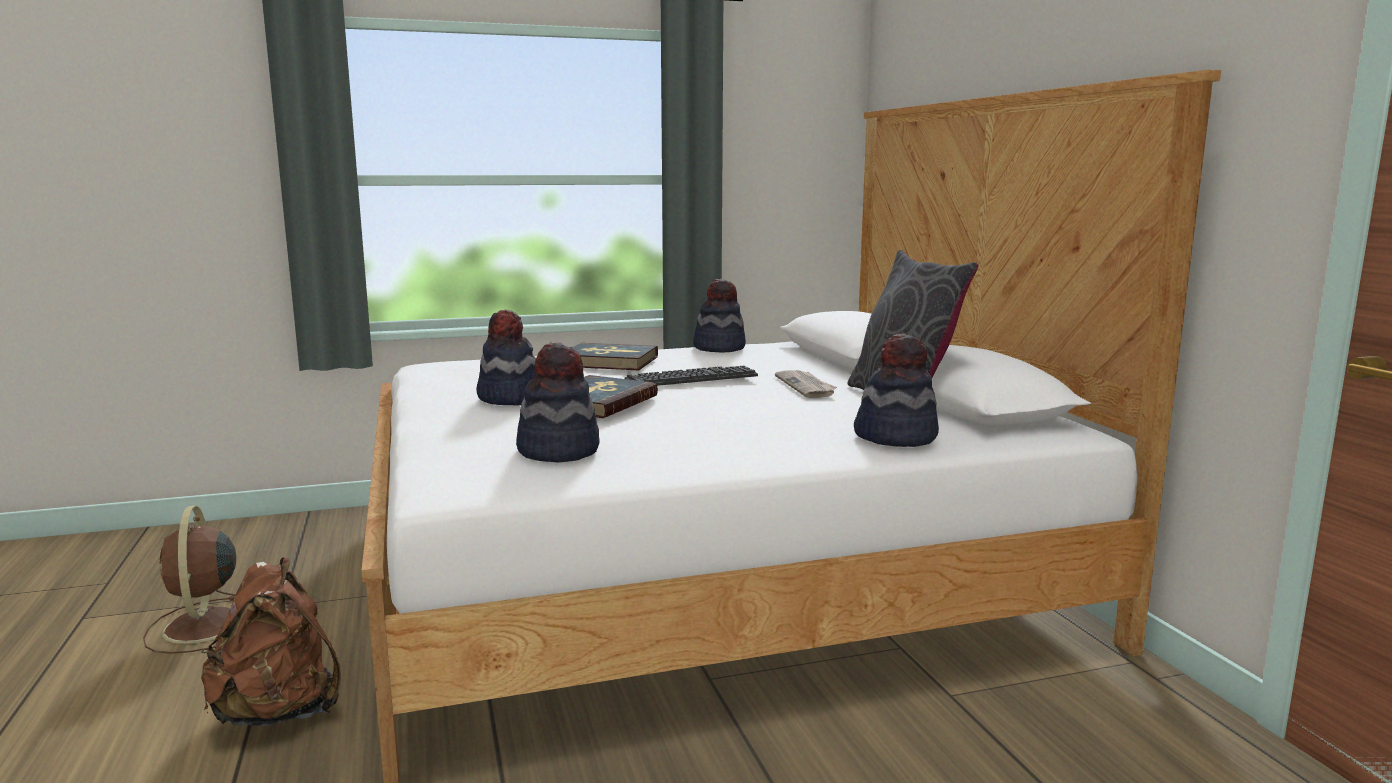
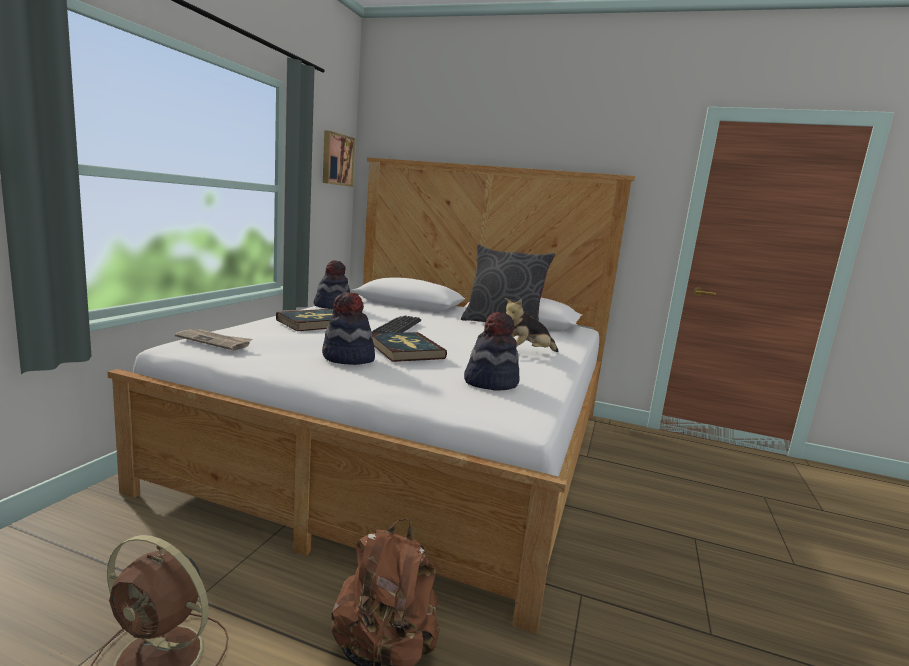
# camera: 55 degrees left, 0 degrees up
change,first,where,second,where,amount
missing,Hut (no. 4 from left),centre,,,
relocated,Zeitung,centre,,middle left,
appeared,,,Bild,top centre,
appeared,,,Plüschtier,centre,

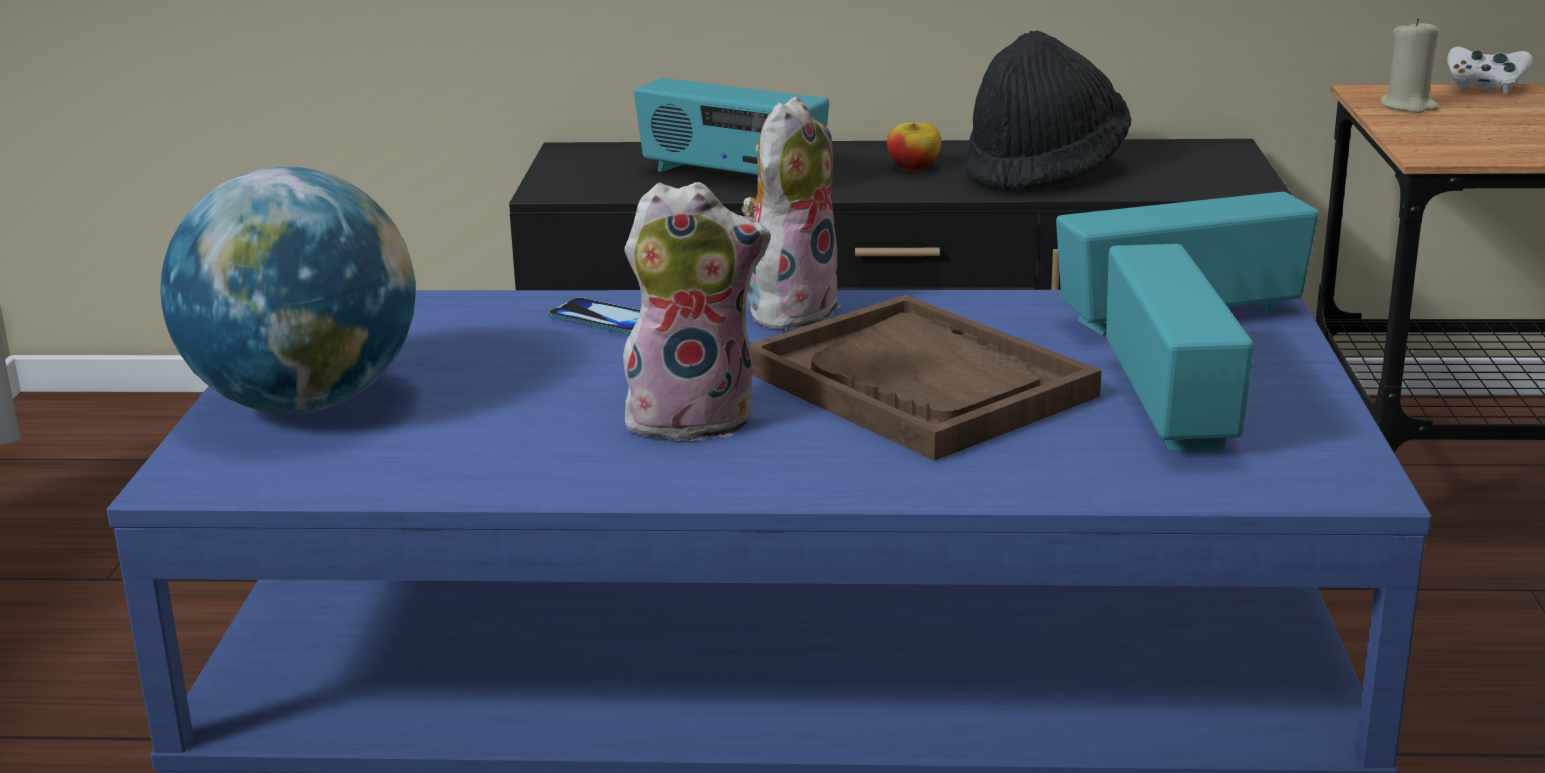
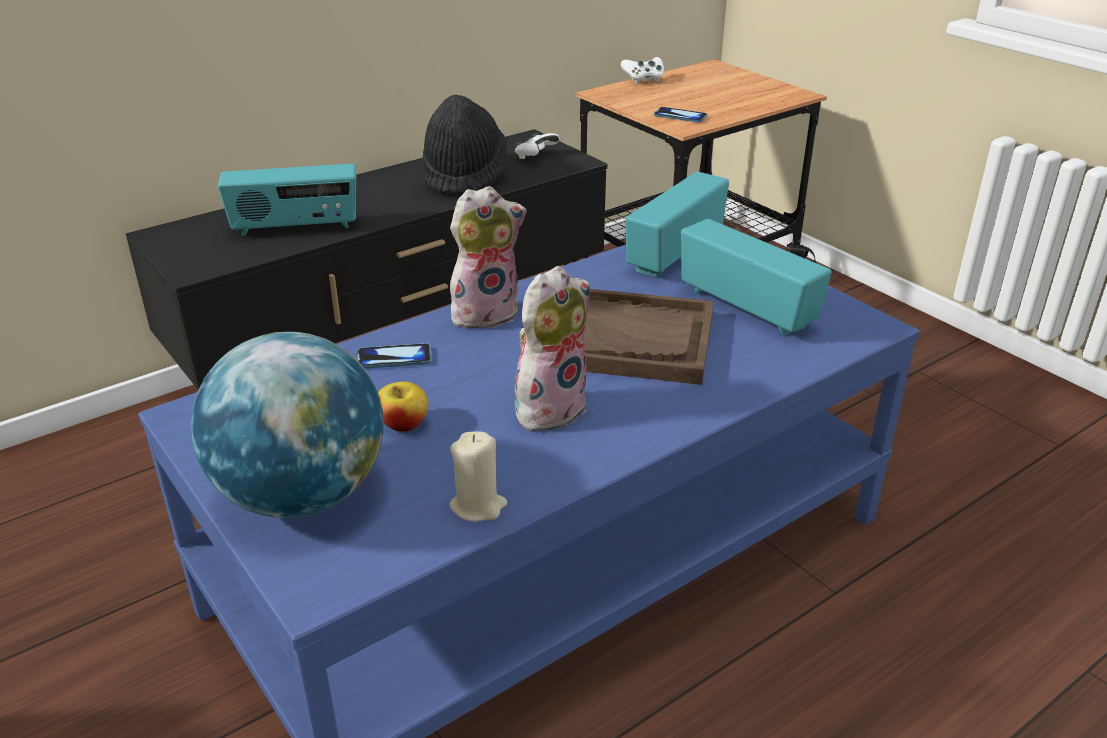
# camera: 40 degrees left, 10 degrees up
change,first,where,second,where,amount
relocated,Kerze (beige),top right,,centre,
spun,Plüschtier (no. 2 from left in the first image),top centre,Plüschtier (no. 1 from left),centre,75 degrees clockwise
relocated,Apfel,top centre,,centre,
appeared,,,Handy (no. 2 from left),top centre,
appeared,,,Gamepad (weiß) (no. 1 from left),top centre,

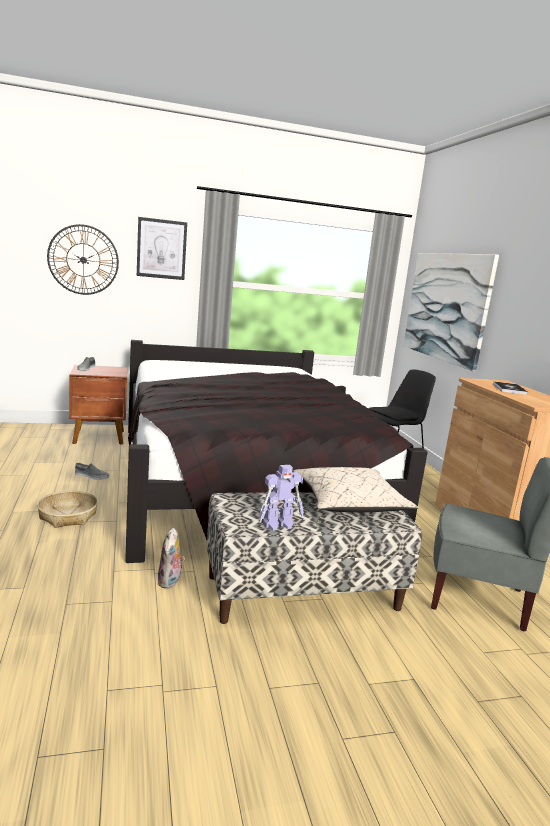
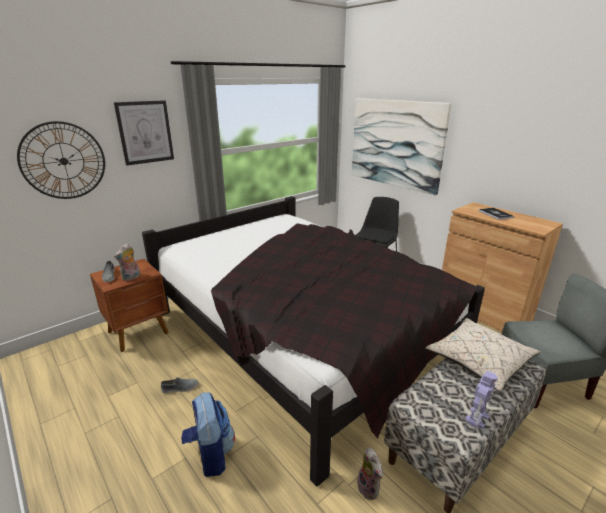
# camera: 25 degrees left, 10 degrees up
change,first,where,second,where,amount
exchanged,Korb,middle left,Rucksack,bottom centre,
appeared,,,Plüschtier (no. 1 from left),middle left,

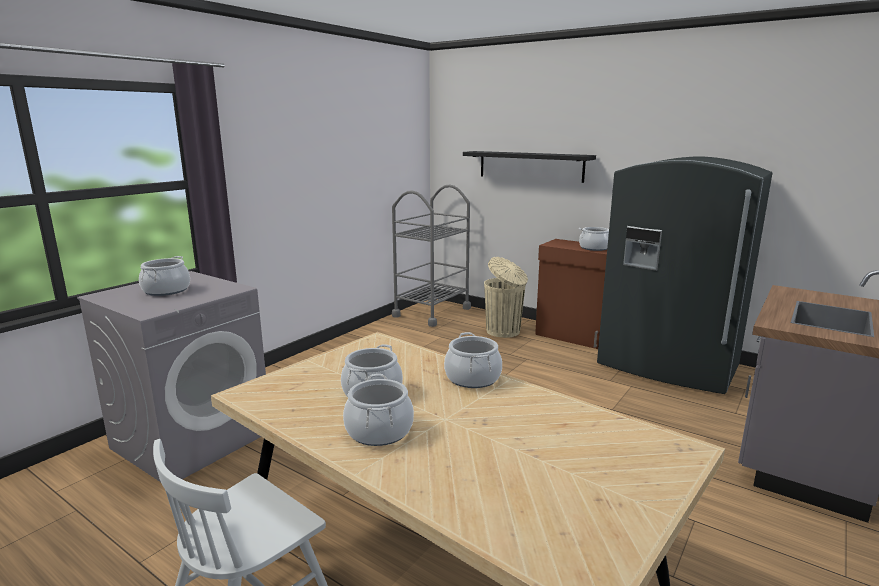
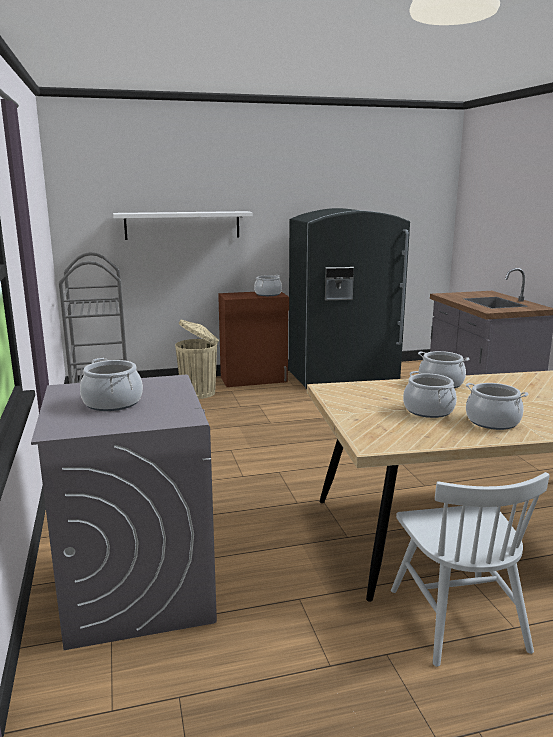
# camera: 50 degrees left, 0 degrees up
change,first,where,second,where,amount
colour,Wandregal (schwarz),top centre,Wandregal (weiß),top left,

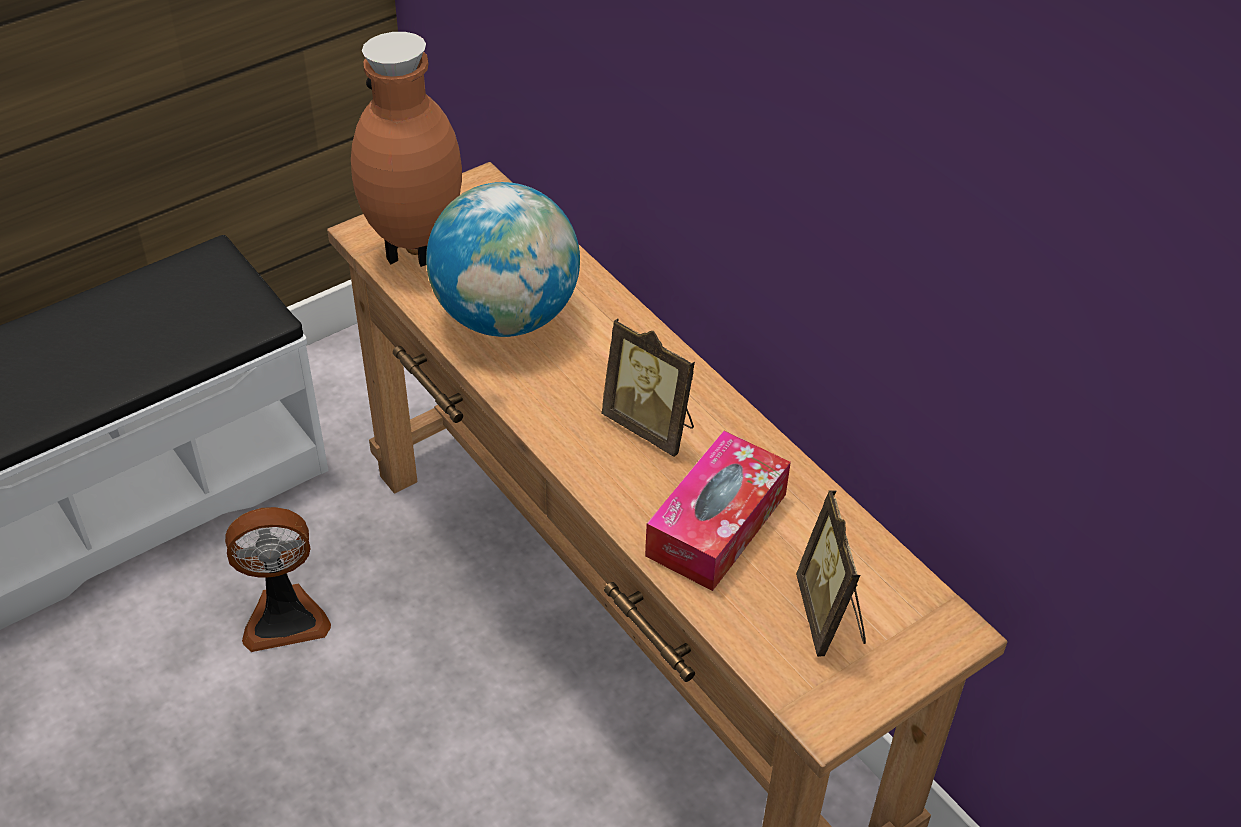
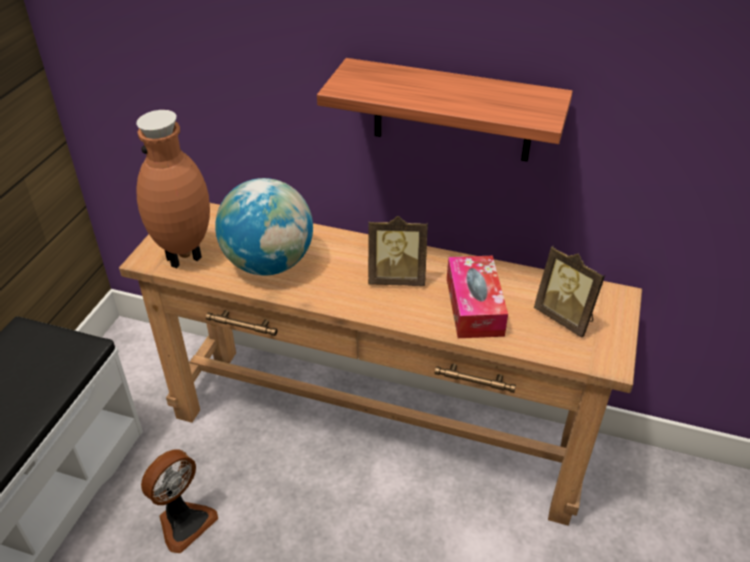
# camera: 35 degrees left, 5 degrees down
change,first,where,second,where,amount
appeared,,,Wandregal,top centre,

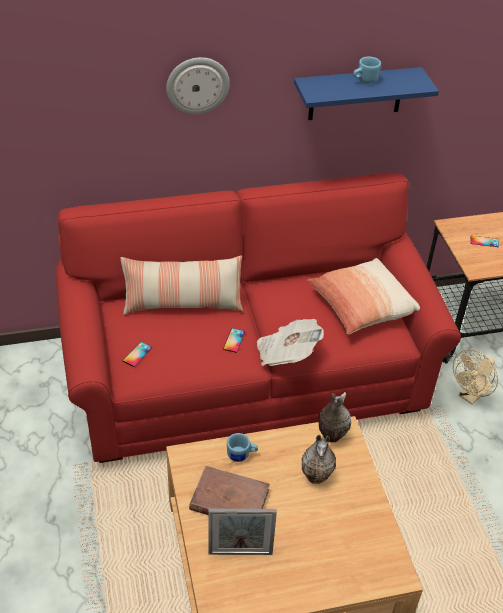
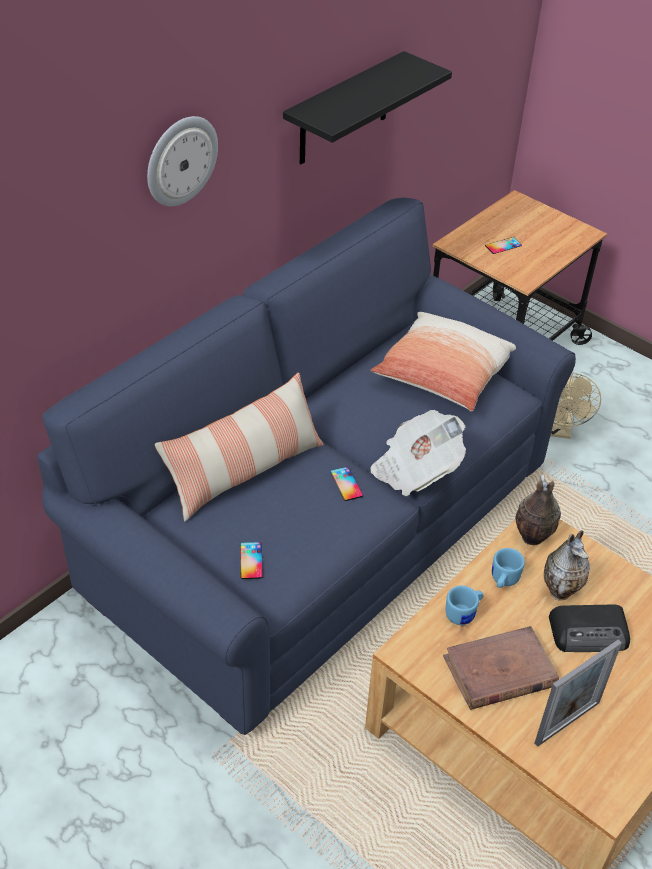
# camera: 35 degrees left, 0 degrees up
change,first,where,second,where,amount
relocated,Henkelbecher (blau) (no. 2 from left),top right,,middle right,
colour,Wandregal (blau),top right,Wandregal (schwarz),top centre,
colour,Sofa (rot),centre,Sofa (blau),centre,
appeared,,,Radio,bottom right,

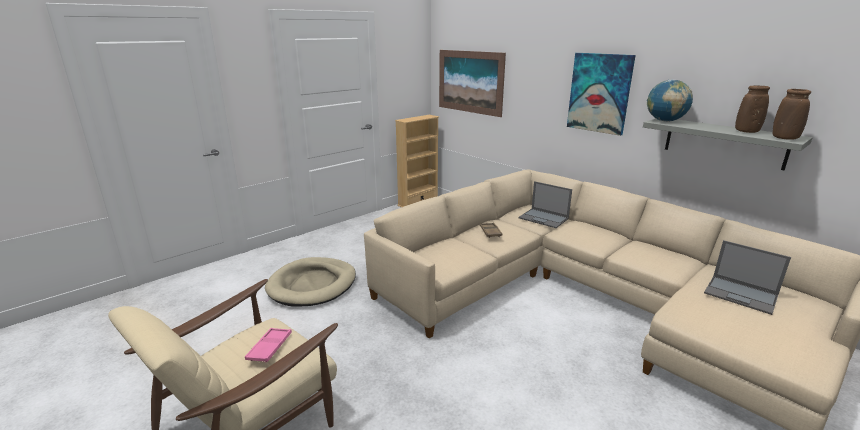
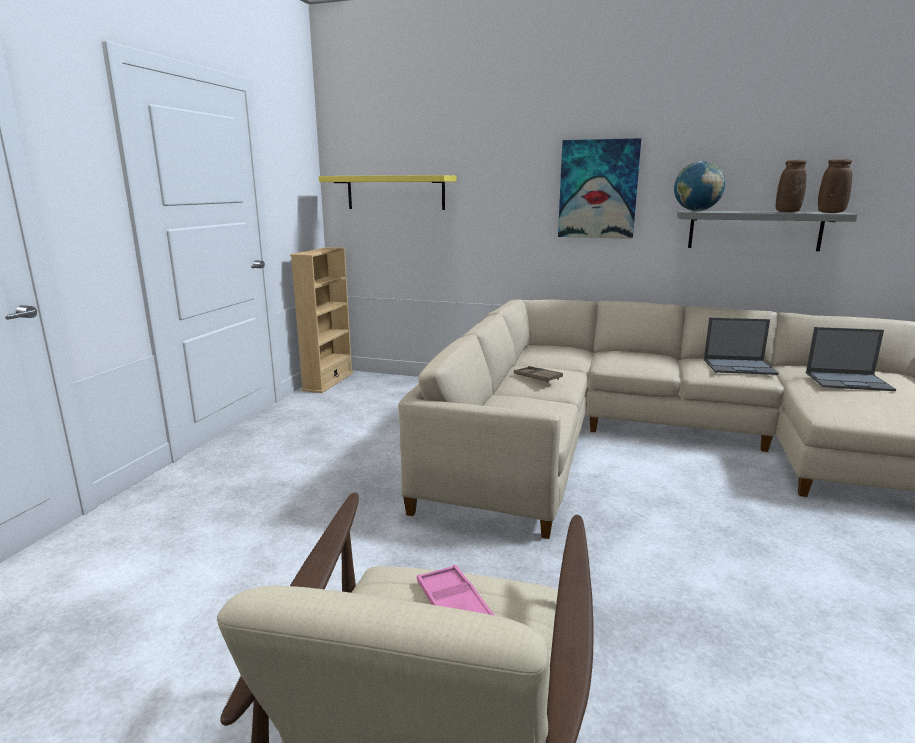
# camera: 30 degrees left, 5 degrees down
change,first,where,second,where,amount
exchanged,Bild (no. 1 from left),top centre,Wandregal (gelb),top centre,
relocated,Laptop (no. 1 from left),centre,,middle right,
missing,Hundebett (beige),centre,,,

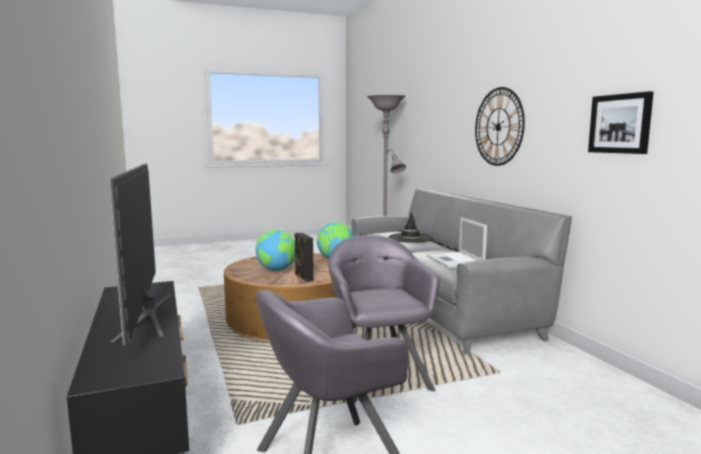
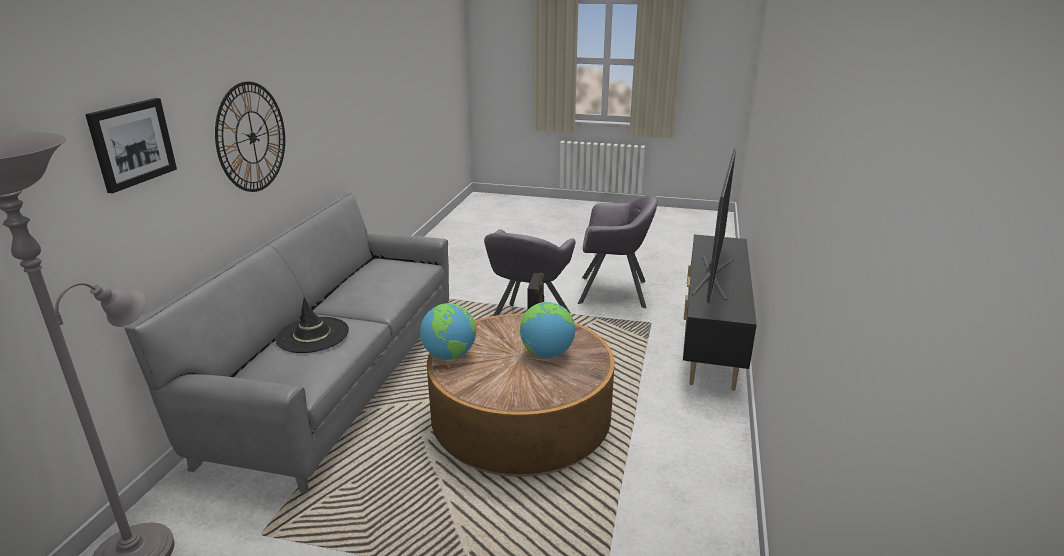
# camera: 145 degrees left, 15 degrees up
change,first,where,second,where,amount
relocated,Bild,top right,,top left,
missing,Laptop,centre,,,

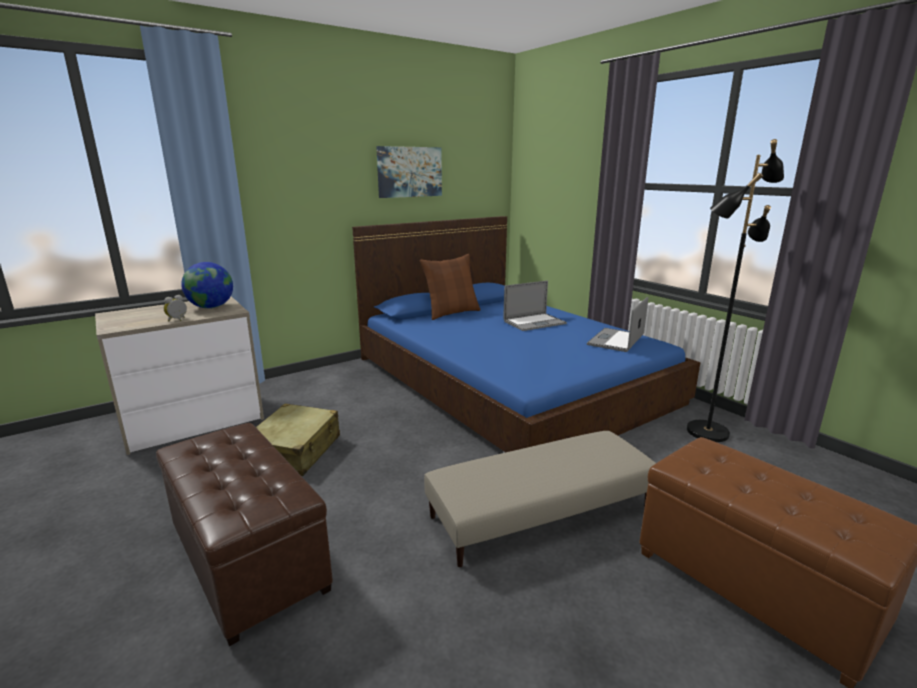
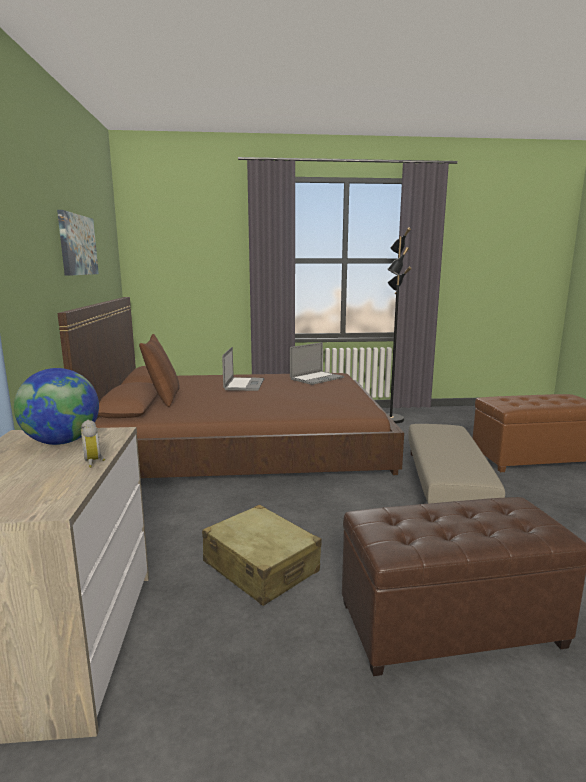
# camera: 60 degrees left, 5 degrees down
change,first,where,second,where,amount
colour,Bett (blau),centre,Bett (braun),centre,
spun,Laptop (no. 2 from left),middle right,,centre,105 degrees counterclockwise

